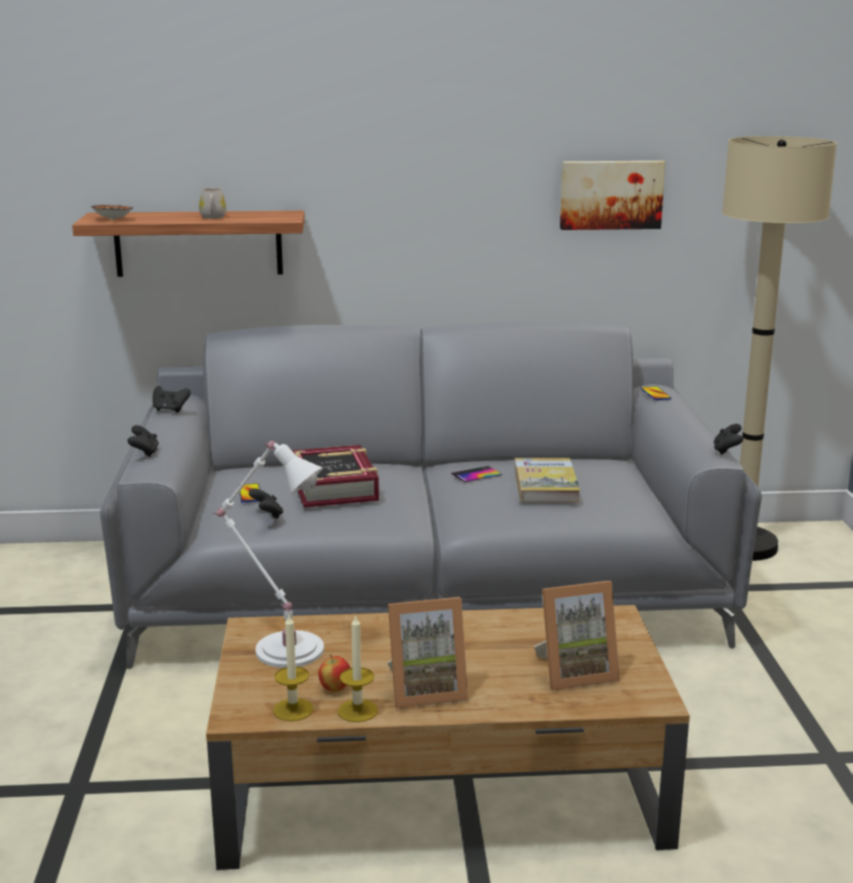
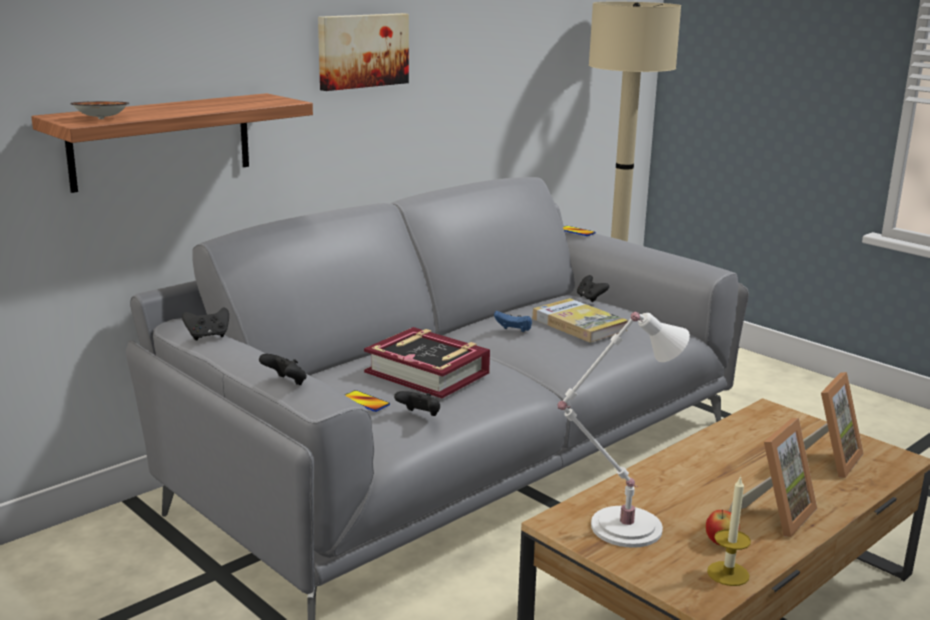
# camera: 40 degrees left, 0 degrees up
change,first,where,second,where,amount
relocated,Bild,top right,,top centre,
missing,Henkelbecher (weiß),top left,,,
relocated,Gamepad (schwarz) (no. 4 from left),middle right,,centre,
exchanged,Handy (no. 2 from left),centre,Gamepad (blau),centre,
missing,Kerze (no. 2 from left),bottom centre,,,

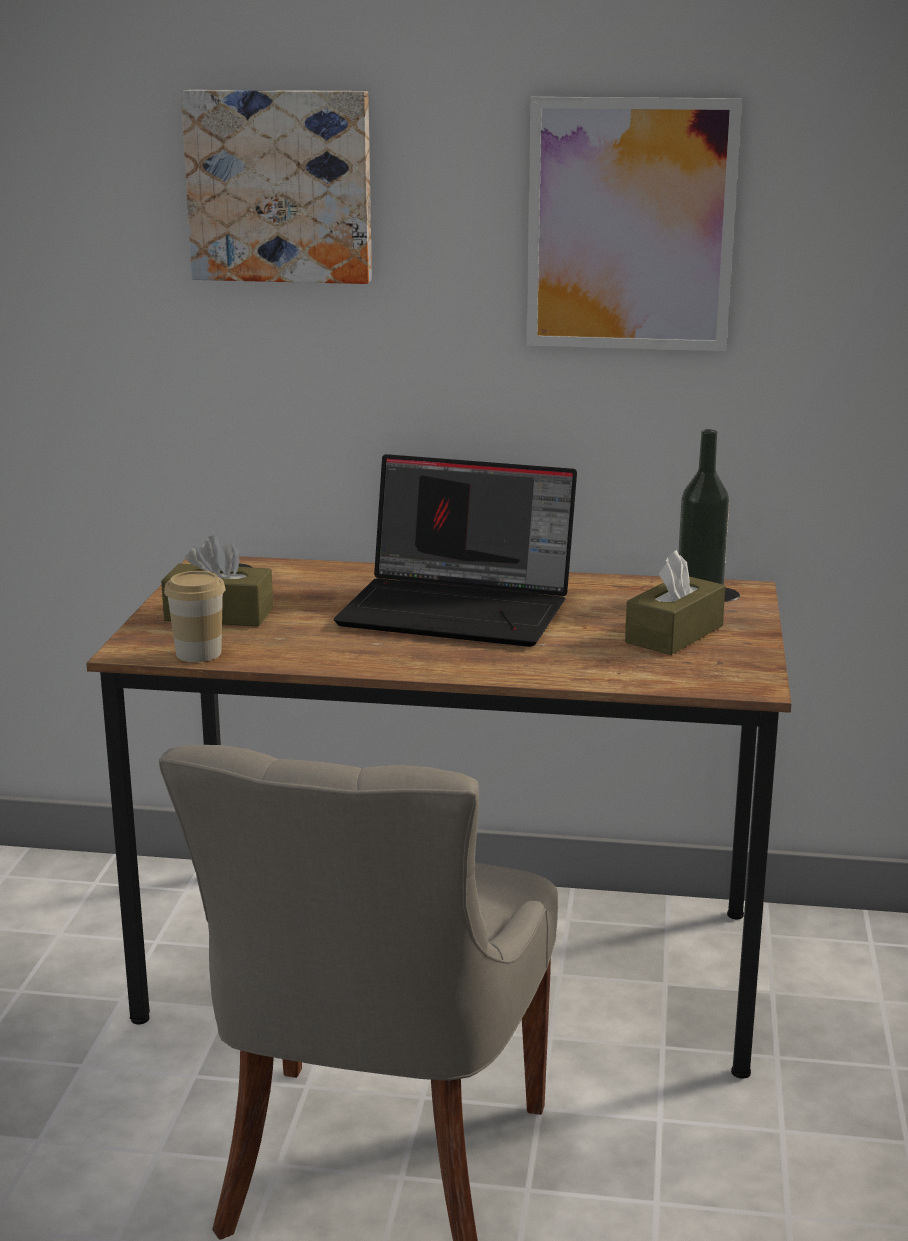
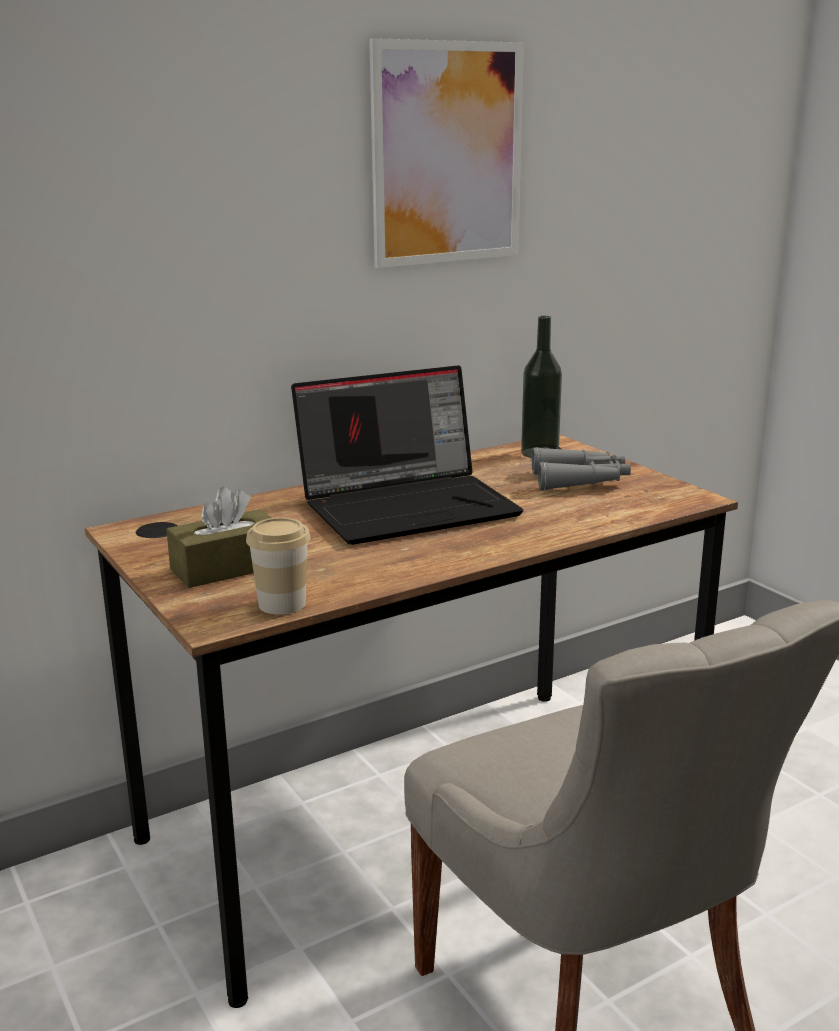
# camera: 40 degrees left, 0 degrees up
change,first,where,second,where,amount
missing,Bild (no. 1 from left),top left,,,
exchanged,Taschentuchbox (braun) (no. 2 from left),middle right,Fernglas (grau),middle right,

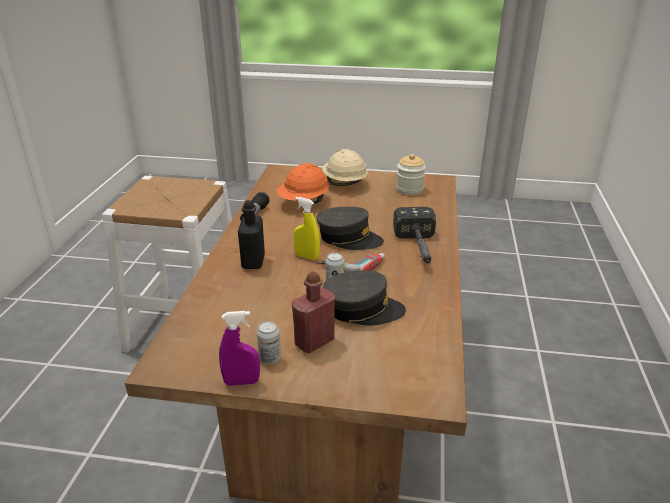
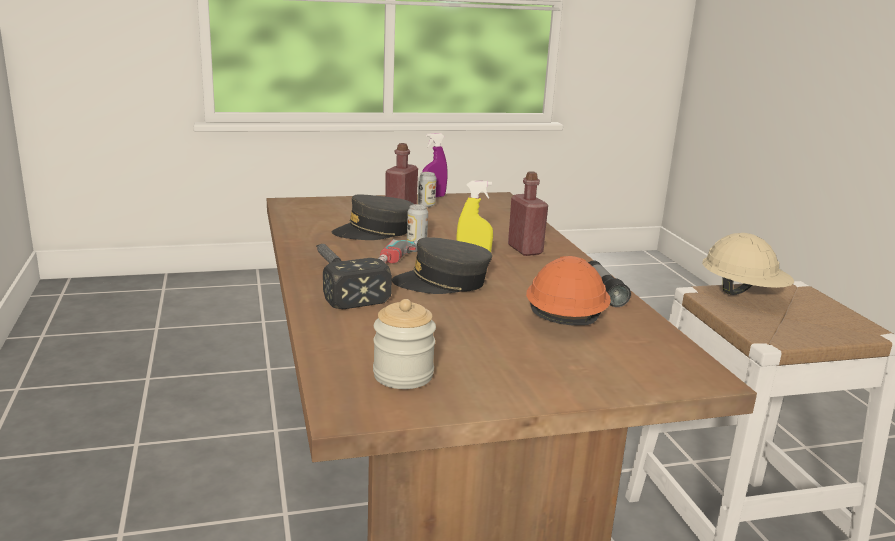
# camera: 155 degrees right, 10 degrees down
change,first,where,second,where,amount
relocated,Schutzhelm (beige),top centre,,middle right,
colour,Flasche (schwarz),centre,Flasche (rot) (no. 2 from left),centre,

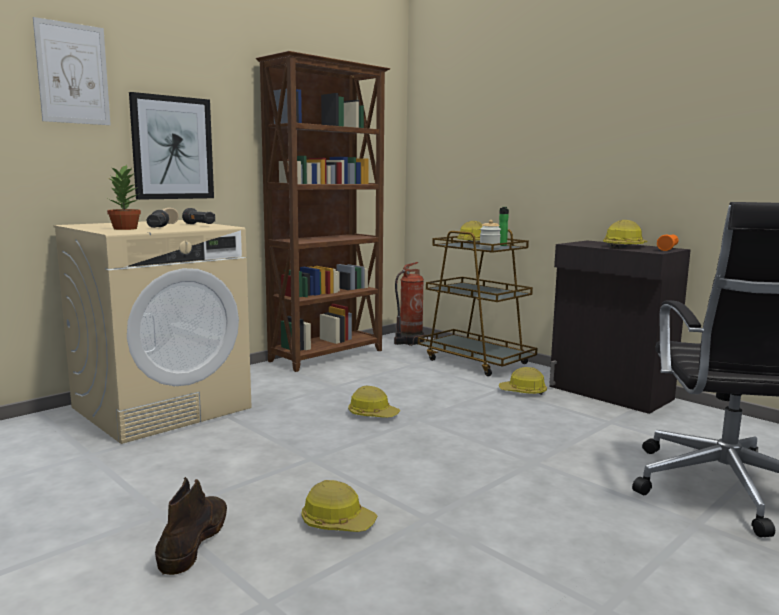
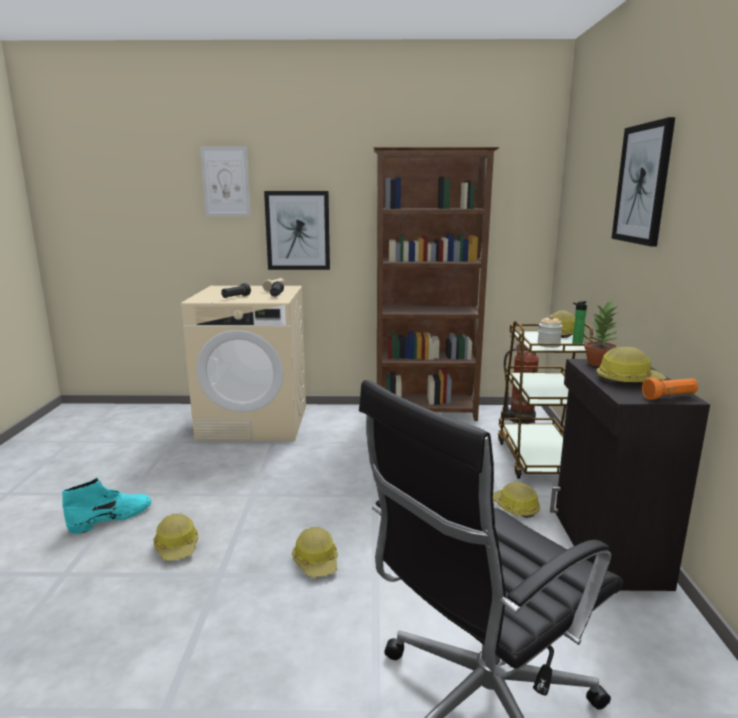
# camera: 45 degrees right, 5 degrees up
change,first,where,second,where,amount
relocated,Topfpflanze,top left,,middle right,
relocated,Schutzhelm (no. 2 from left),centre,,bottom centre,
colour,Stiefel (braun),bottom left,Stiefel (türkis),bottom left,
appeared,,,Bild (no. 3 from left),top right,

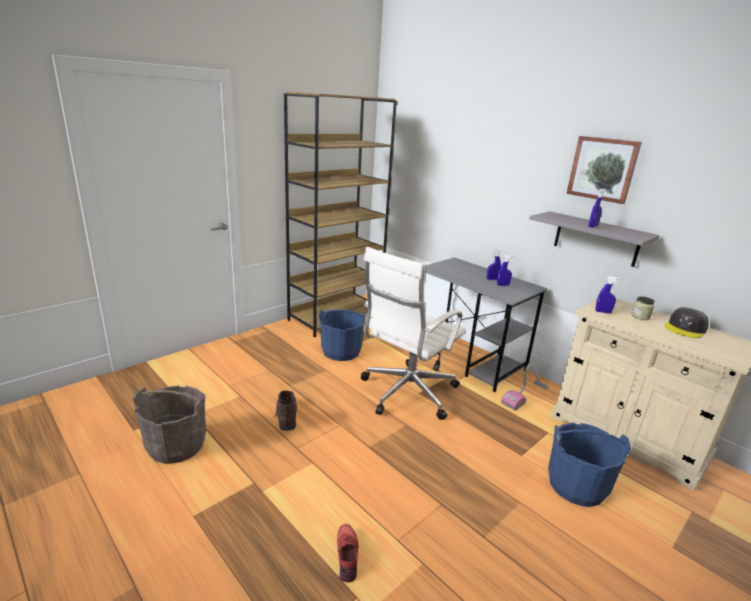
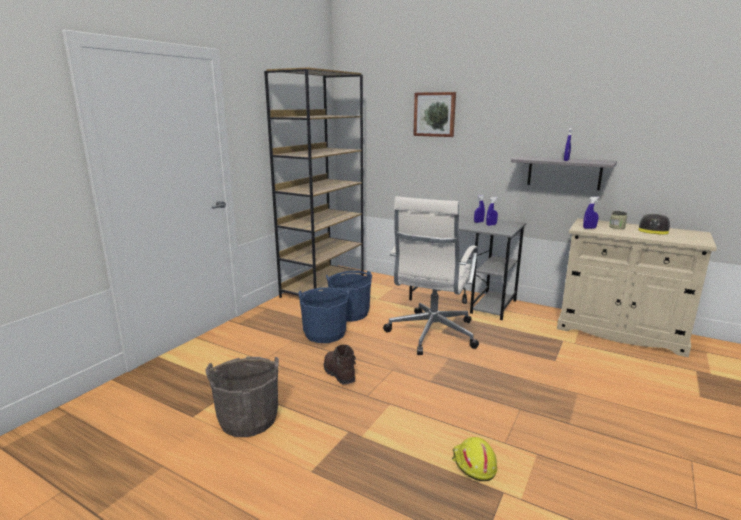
# camera: 15 degrees left, 5 degrees down
change,first,where,second,where,amount
relocated,Bild,top right,,top centre,
missing,Staubsauger,middle right,,,
relocated,Eimer (blau) (no. 2 from left in the first image),bottom right,Eimer (blau) (no. 1 from left),centre,
exchanged,Schuh (rot),bottom centre,Schutzhelm (gelb),bottom centre,

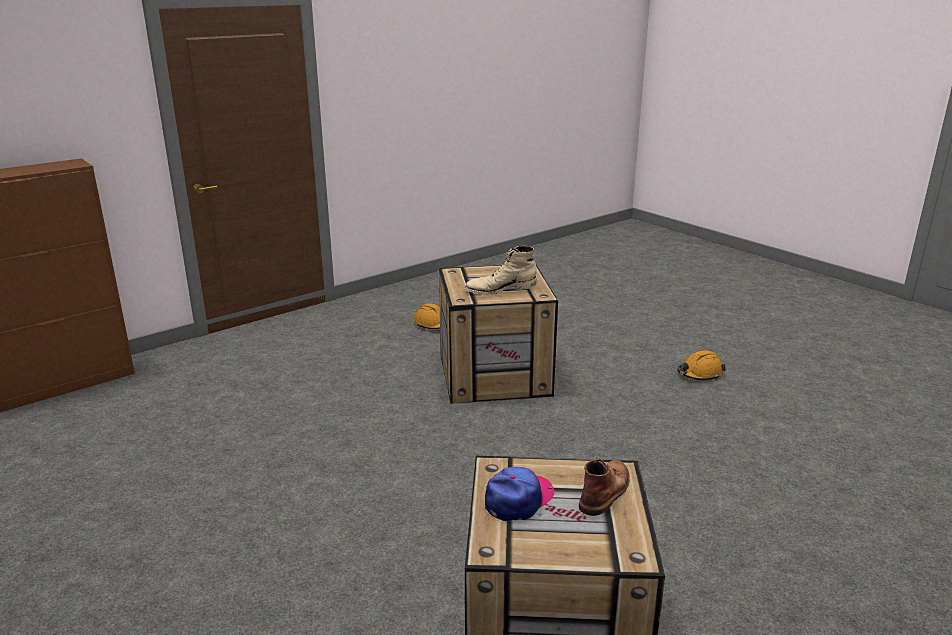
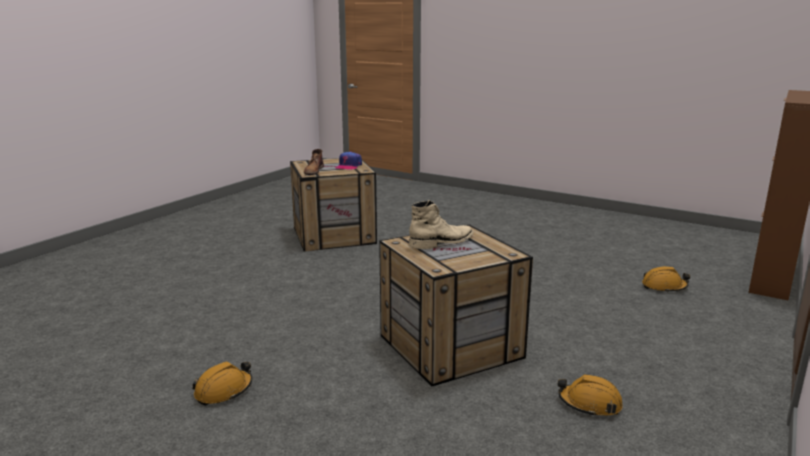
# camera: 160 degrees right, 5 degrees down
change,first,where,second,where,amount
appeared,,,Schutzhelm (orange) (no. 3 from left),middle right,

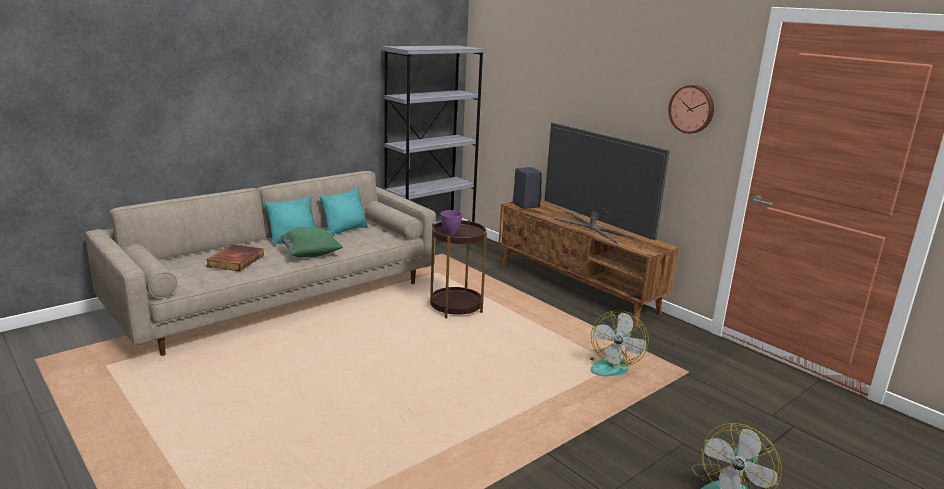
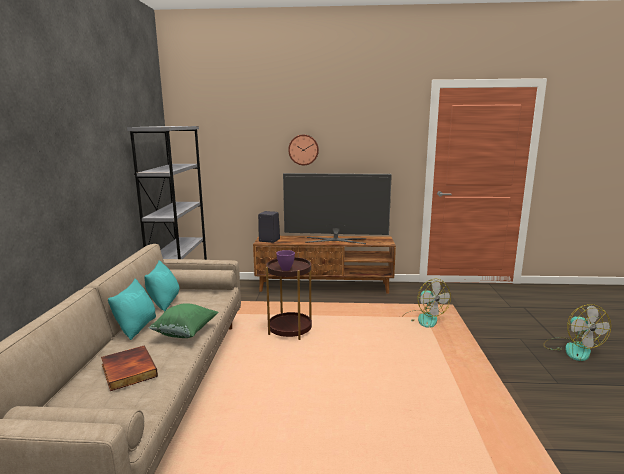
# camera: 45 degrees left, 5 degrees down
change,first,where,second,where,amount
relocated,Wanduhr,top right,,top centre,

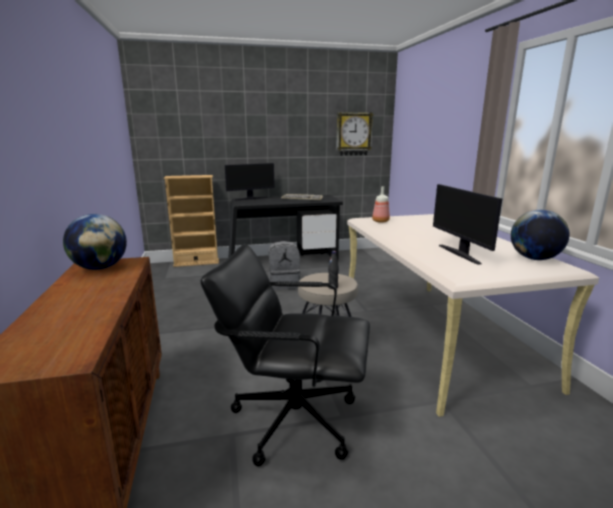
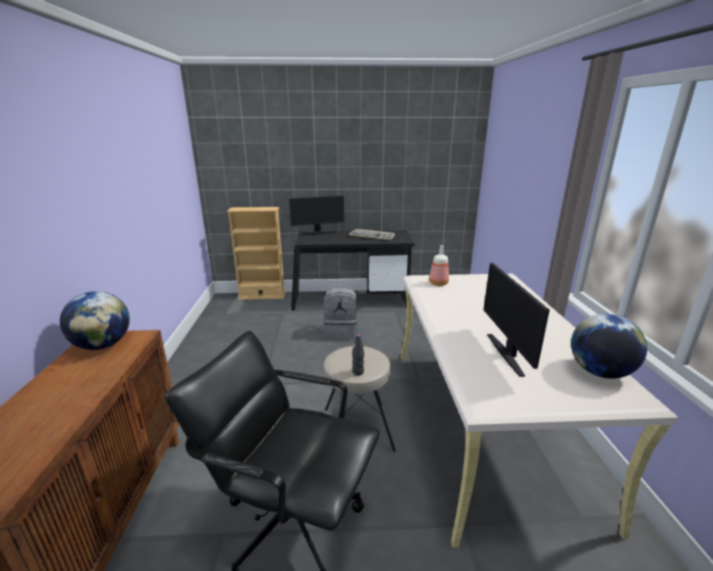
# camera: 10 degrees right, 5 degrees up
change,first,where,second,where,amount
missing,Wanduhr,top centre,,,

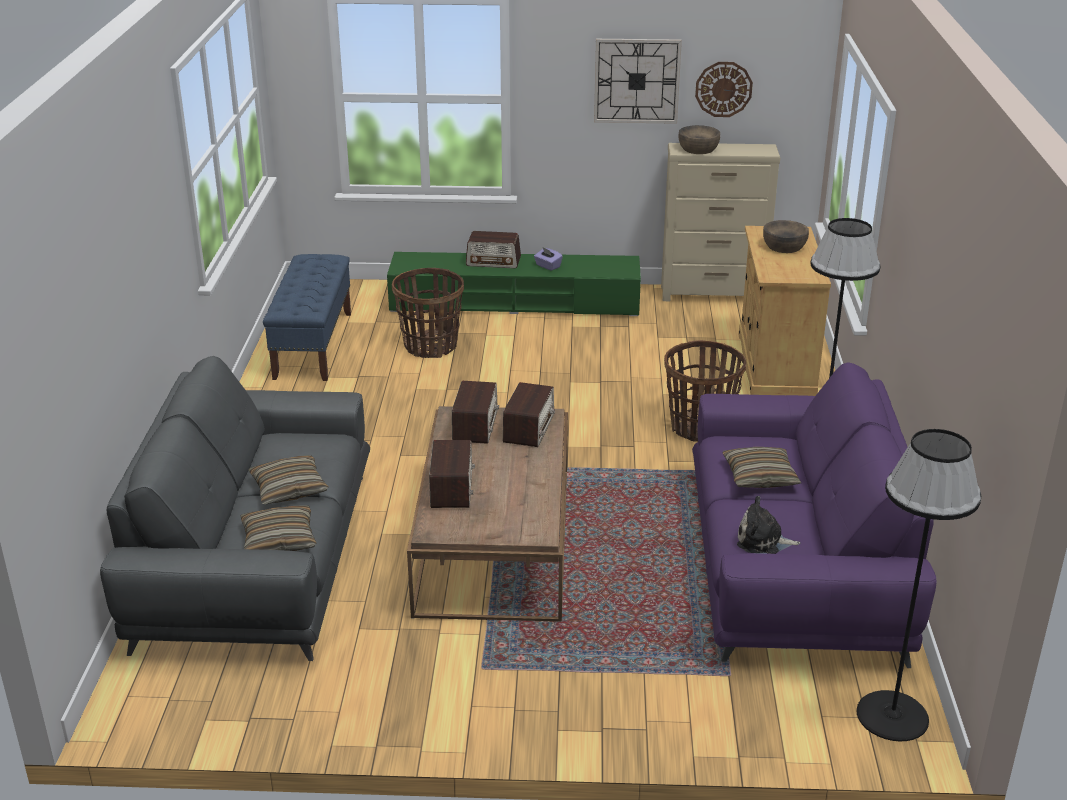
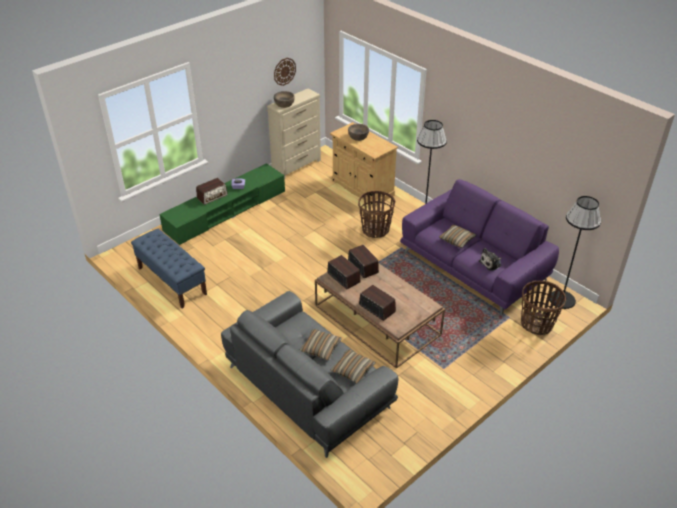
# camera: 45 degrees left, 10 degrees up
change,first,where,second,where,amount
missing,Wanduhr (no. 1 from left),top centre,,,
relocated,Korb (no. 1 from left in the first image),centre,Korb (no. 2 from left),middle right,

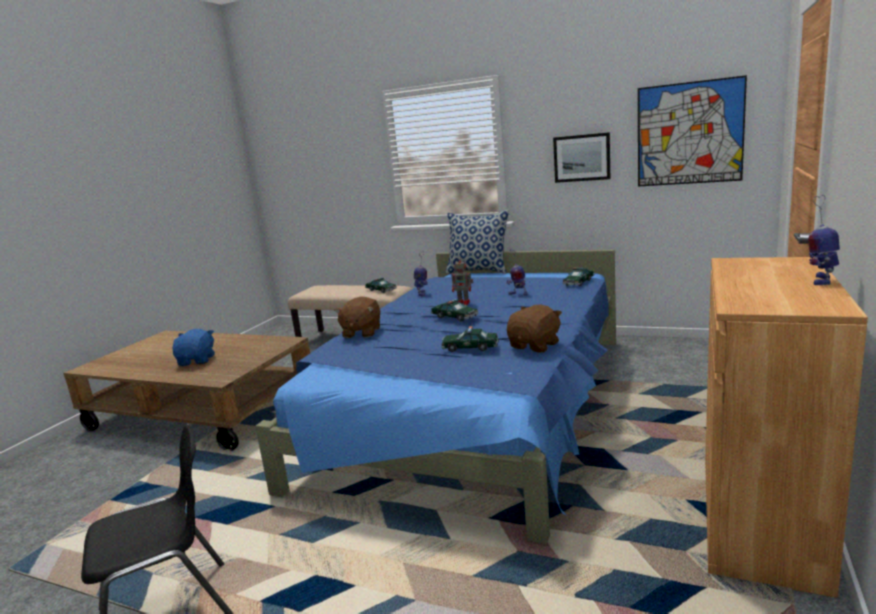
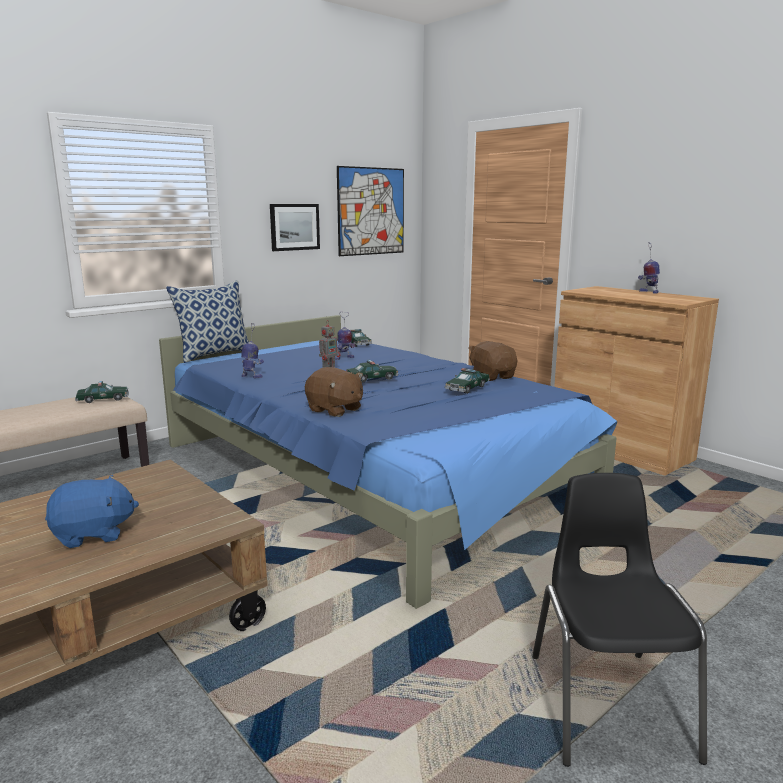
# camera: 65 degrees left, 0 degrees up
change,first,where,second,where,amount
spun,Plüschtier (blau),middle left,,middle left,135 degrees clockwise

